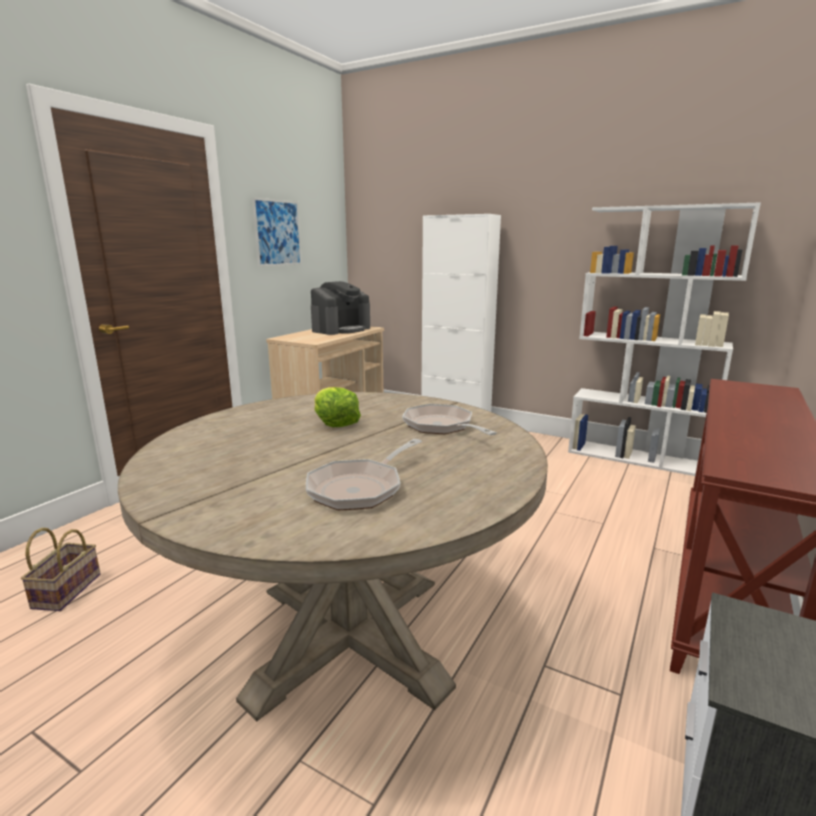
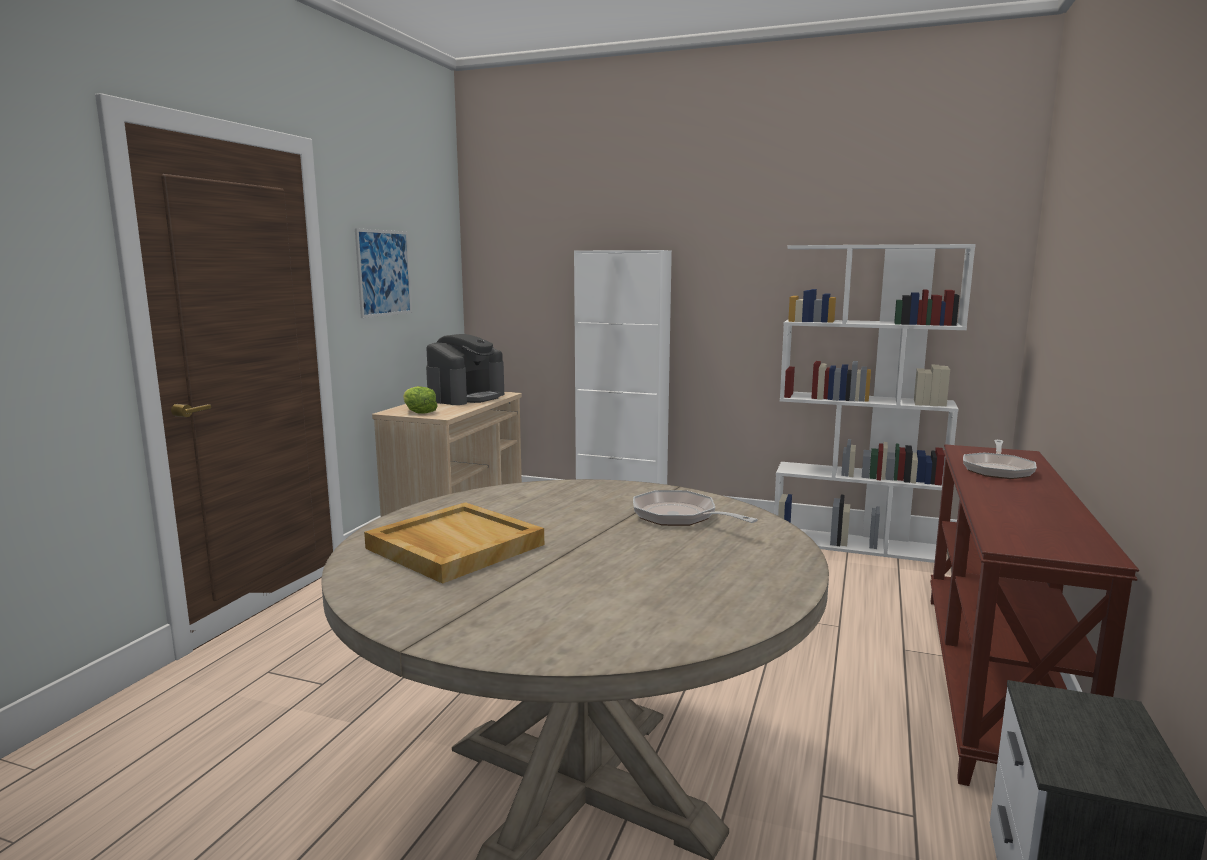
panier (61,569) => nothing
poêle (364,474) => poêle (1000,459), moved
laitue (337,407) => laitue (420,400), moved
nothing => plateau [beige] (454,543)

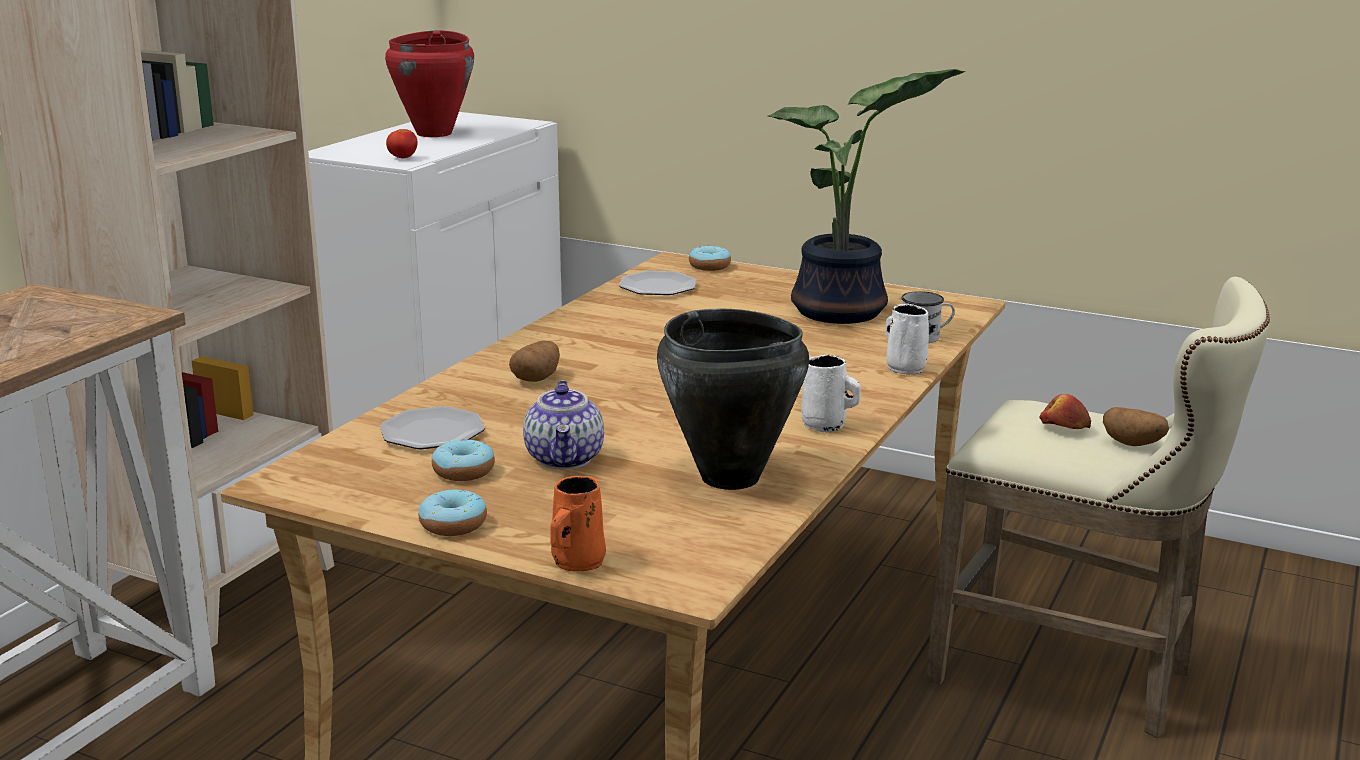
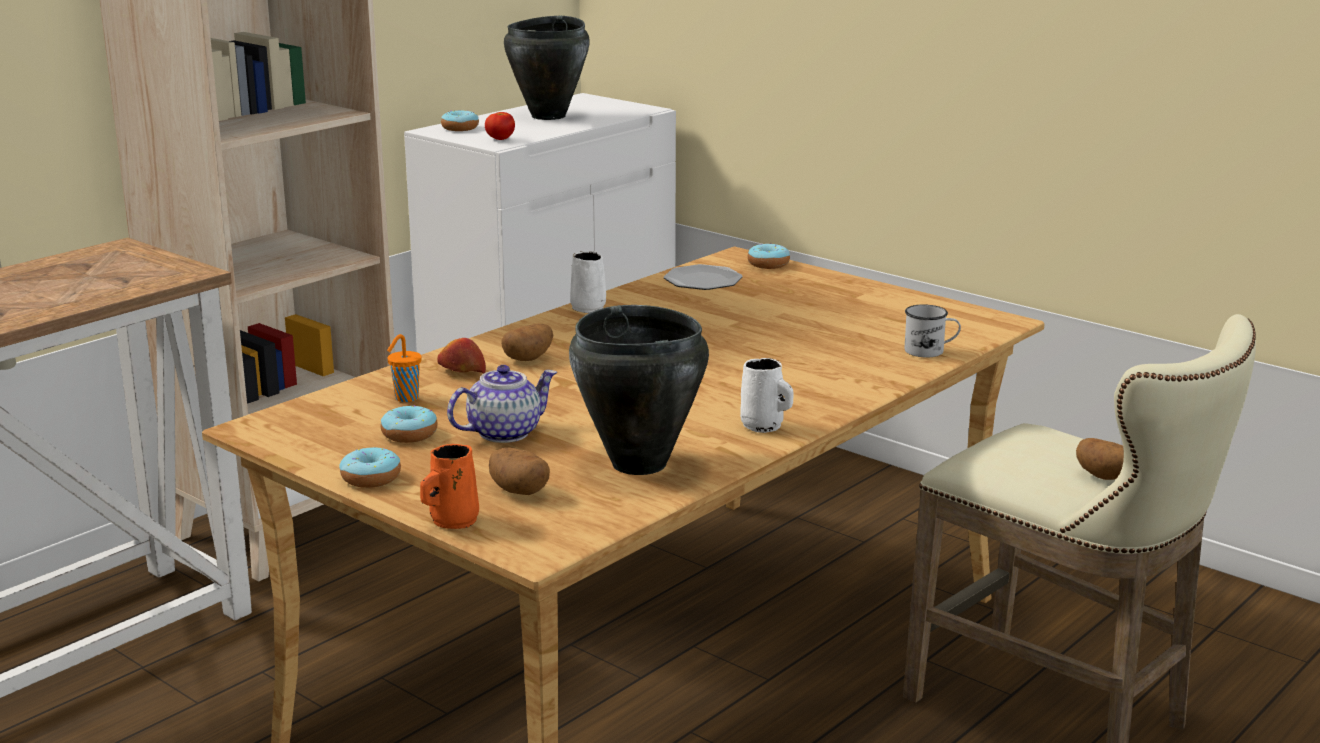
assiette (432,427) => tasse [orange] (404,368)
marmite [rouge] (429,83) => marmite [noir] (546,68)
théière (563,424) => théière (502,404), 135 degrees counterclockwise
plante en pot (866,196) => nothing
mug [blanc] (907,339) => mug [blanc] (588,282), moved
pomme (1065,411) => pomme (461,355), moved
nothing => beignet (460,120)
nothing => pomme de terre (519,471)

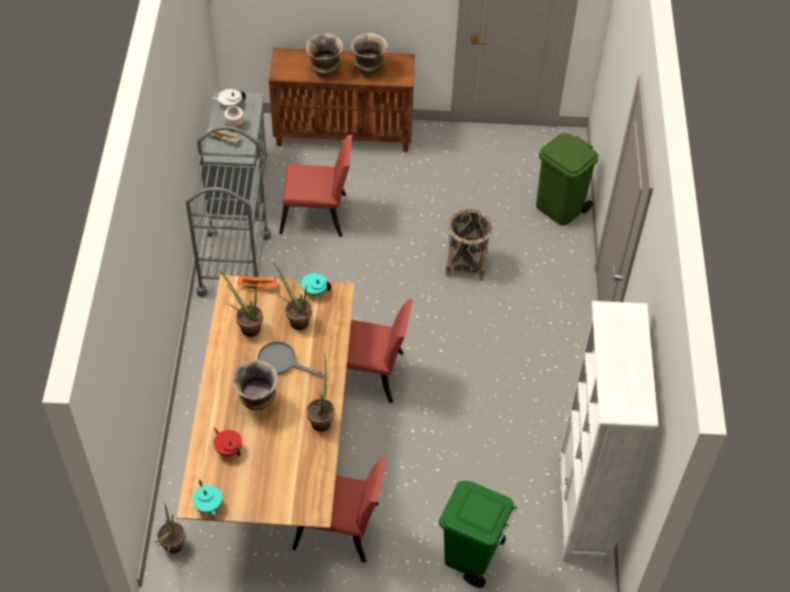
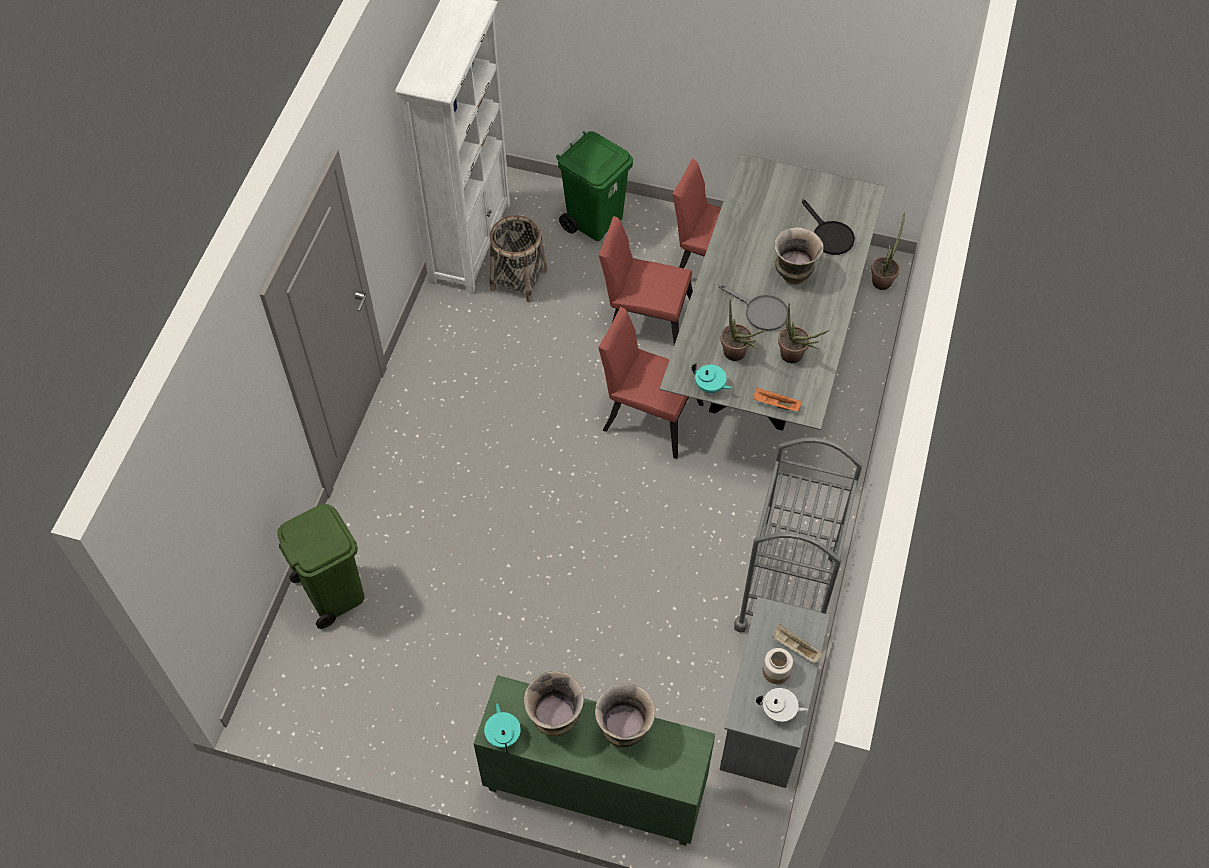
table à manger [marron] (266,401) => table à manger [gris] (773,292)
théière [turquoise] (207,498) => théière [turquoise] (502,728), moved
théière [rouge] (228,442) => poêle [noir] (828,227)
meuble de rangement [marron] (342,100) => meuble de rangement [vert] (594,760)
chaise [rouge] (315,186) => chaise [rouge] (646,280), moved
plante en pot (320,392) => nothing
panier (468,245) => panier (518,259), moved

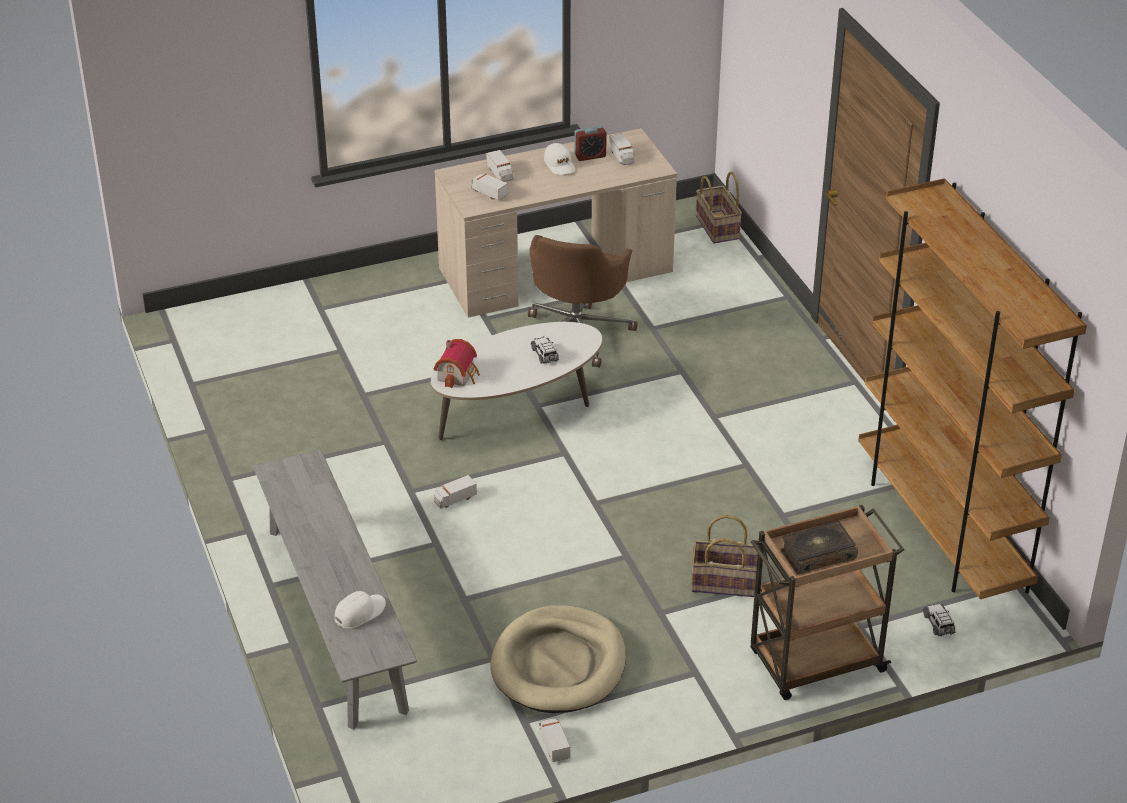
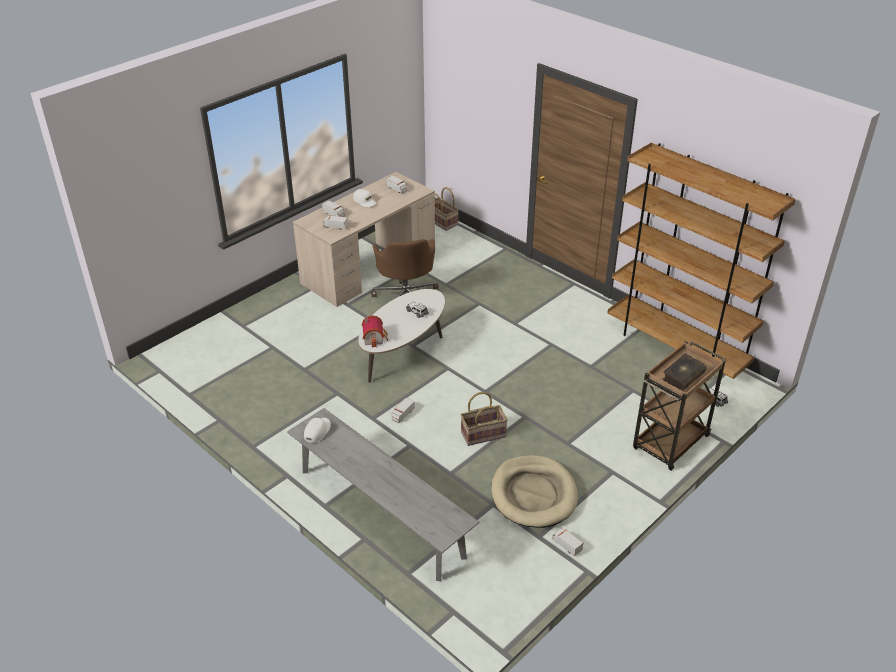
casquette [blanc] (360,609) => casquette [blanc] (317,430), moved
réveil (590,143) => nothing
panier (724,556) => panier (484,419), moved

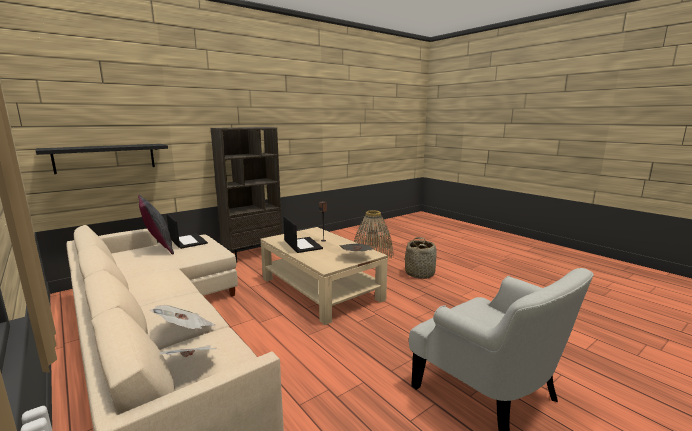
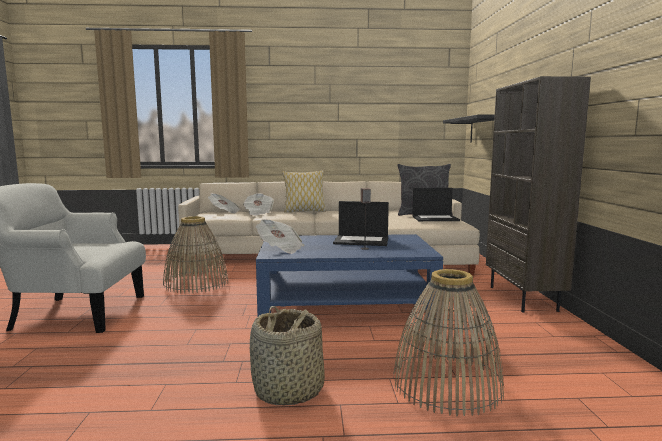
table basse [beige] (324,276) => table basse [bleu] (349,277)
nothing => panier (195,255)
nothing => coussin (304,191)

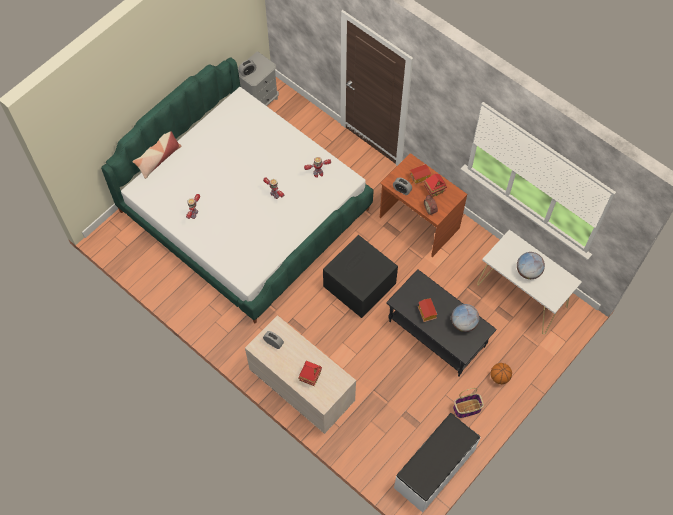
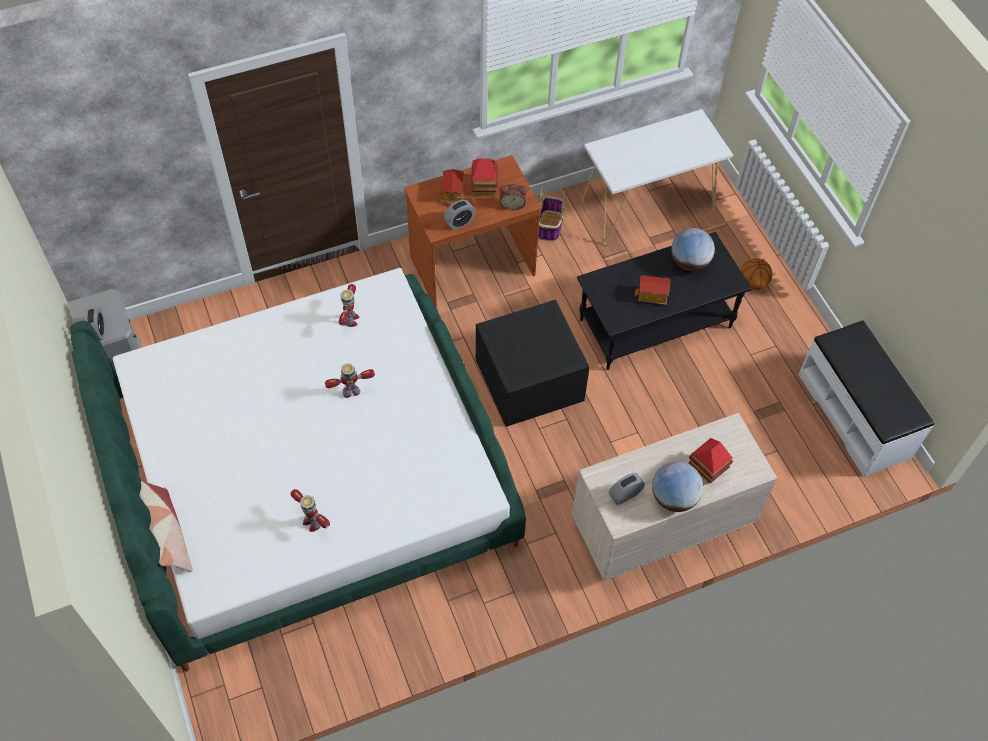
panier (468,403) => panier (552,213), moved
globe (531,265) => globe (677,486), moved

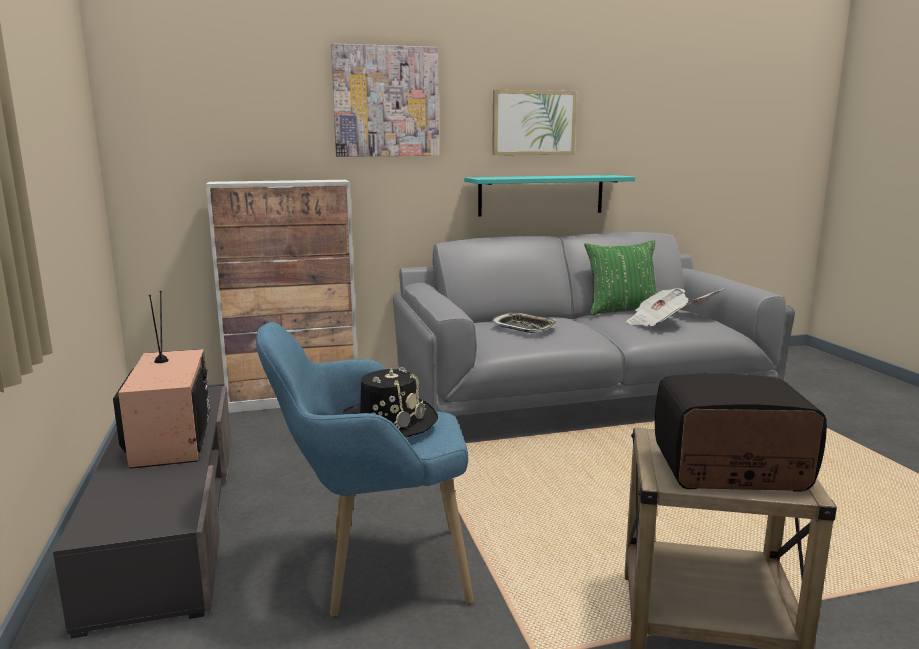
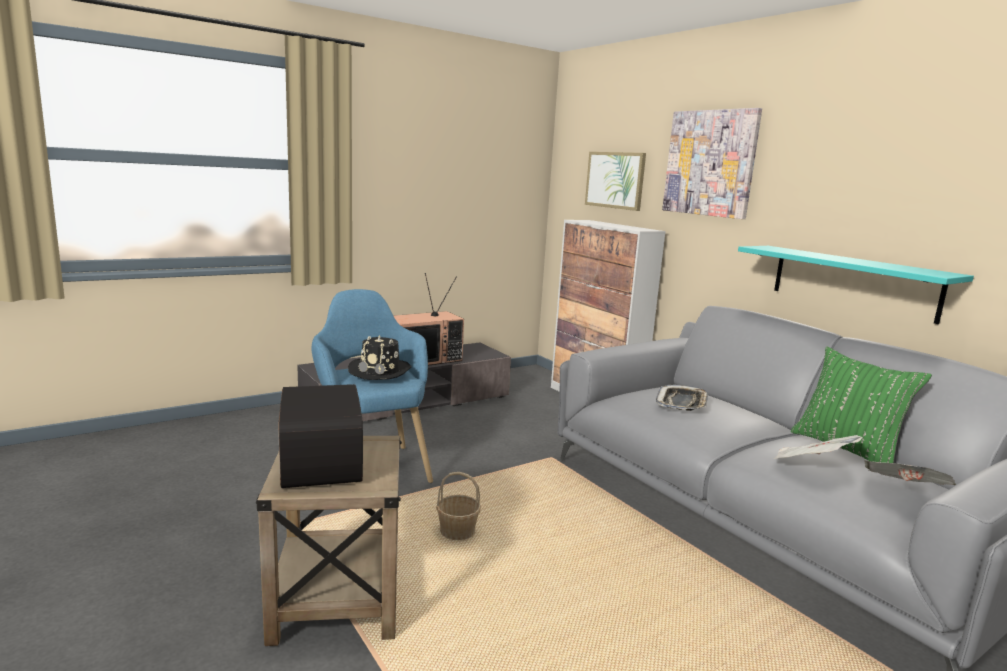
tableau (534,122) => tableau (615,181), moved
nothing => panier (458,506)

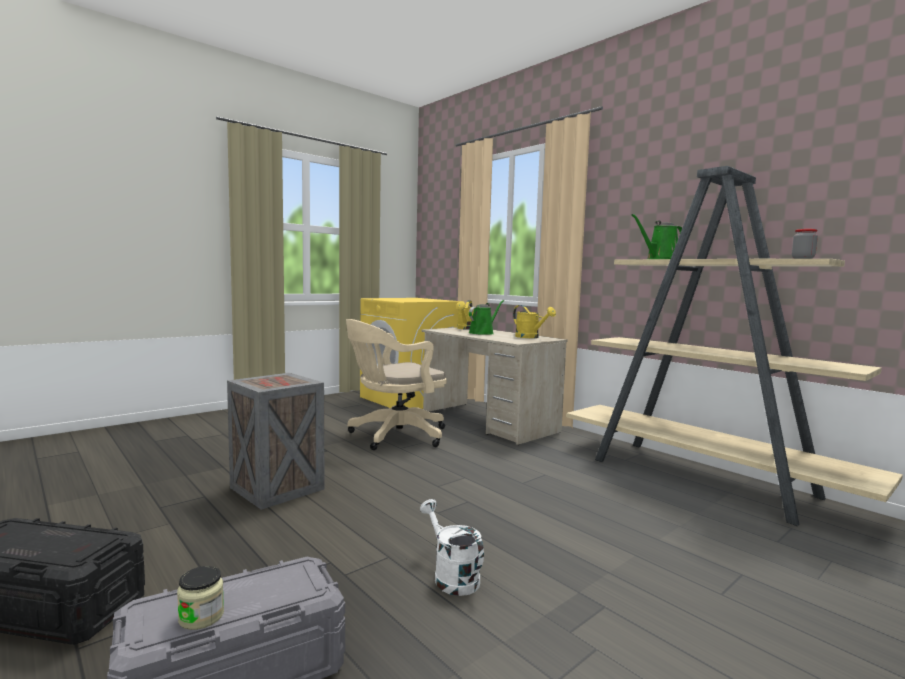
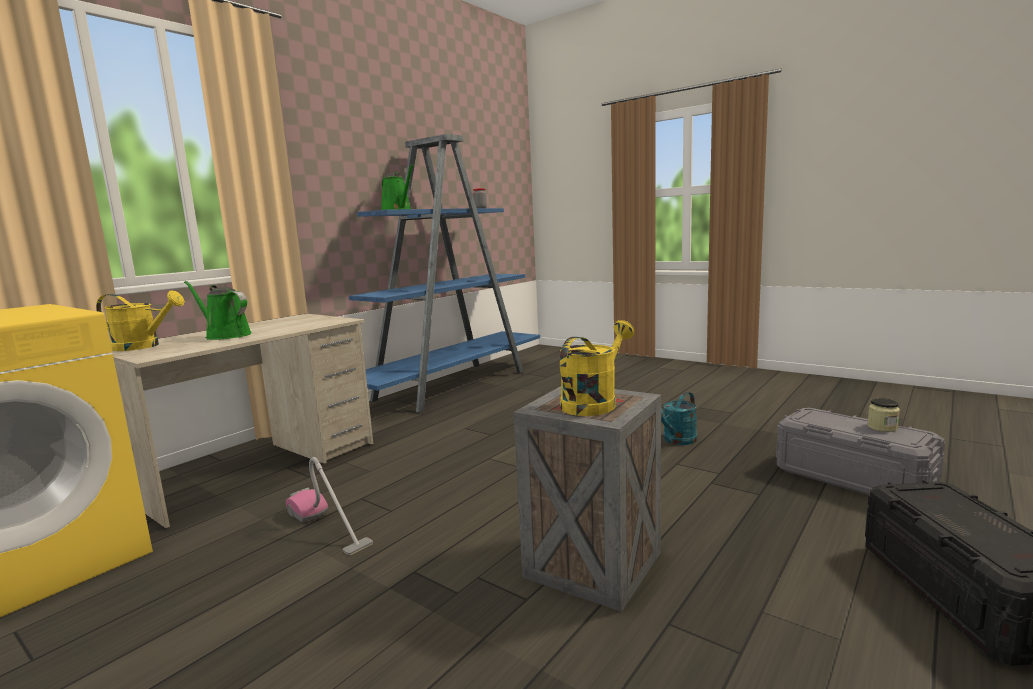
chaise de bureau [beige] (396,384) => aspirateur (329,506)
arrosoir [blanc] (452,547) => arrosoir [turquoise] (679,418)
arrosoir [jaune] (534,321) => arrosoir [jaune] (597,368), moved
bibliothèque [beige] (734,346) => bibliothèque [bleu] (444,273)

